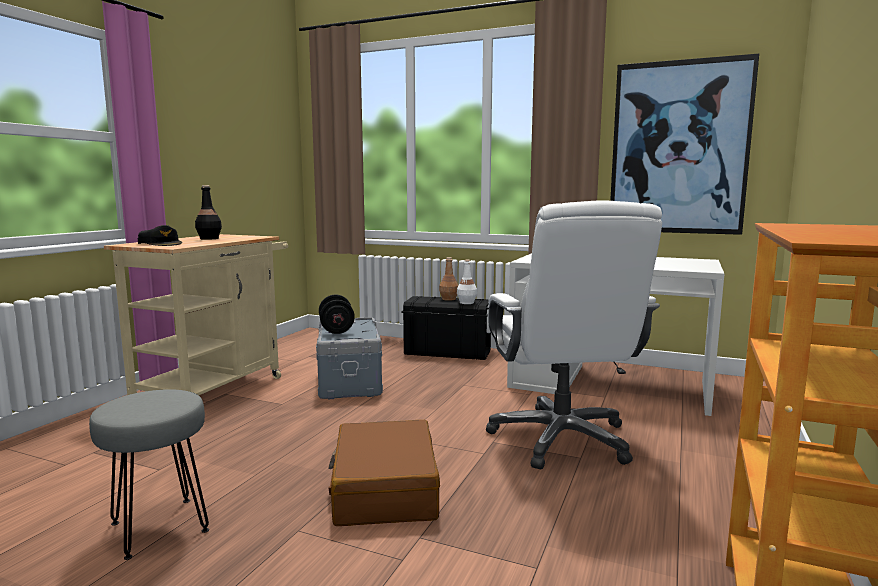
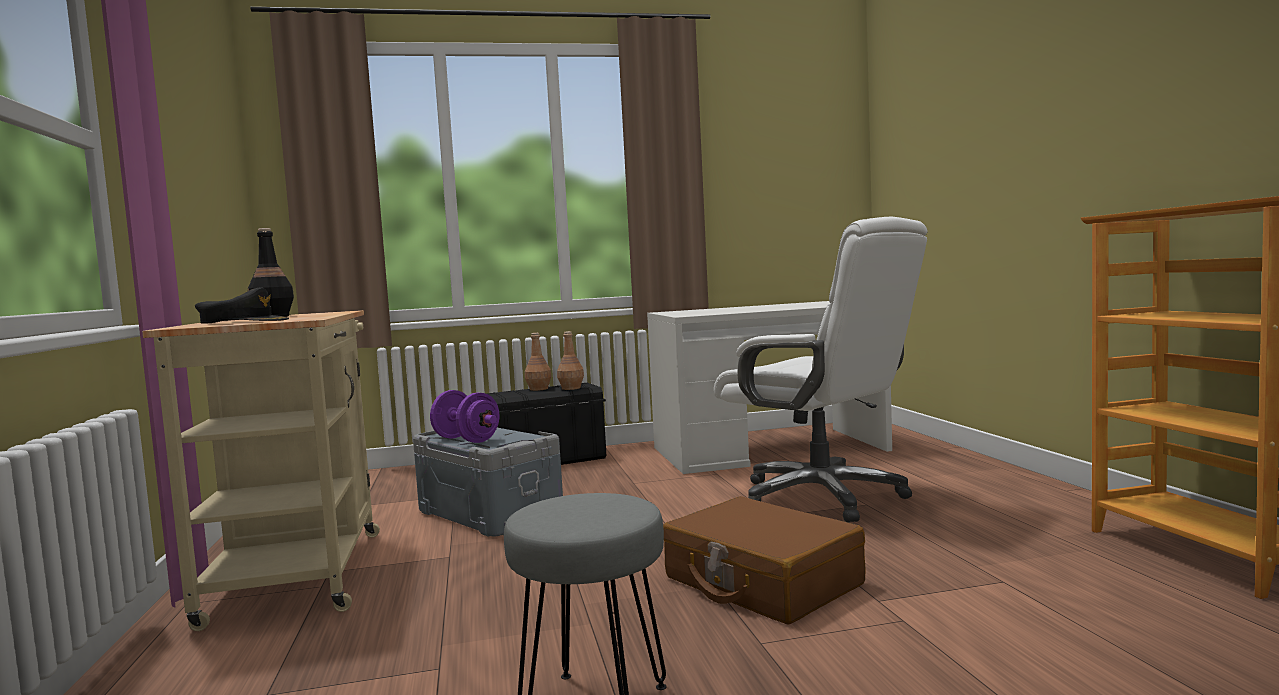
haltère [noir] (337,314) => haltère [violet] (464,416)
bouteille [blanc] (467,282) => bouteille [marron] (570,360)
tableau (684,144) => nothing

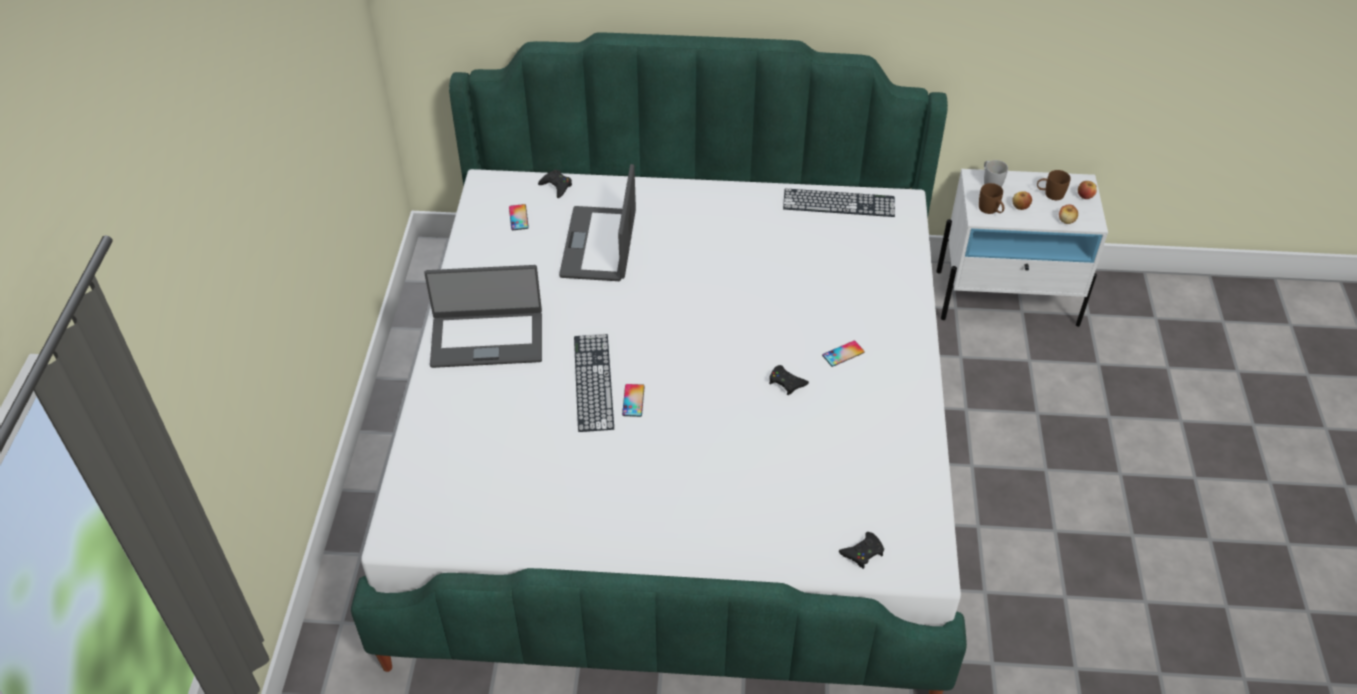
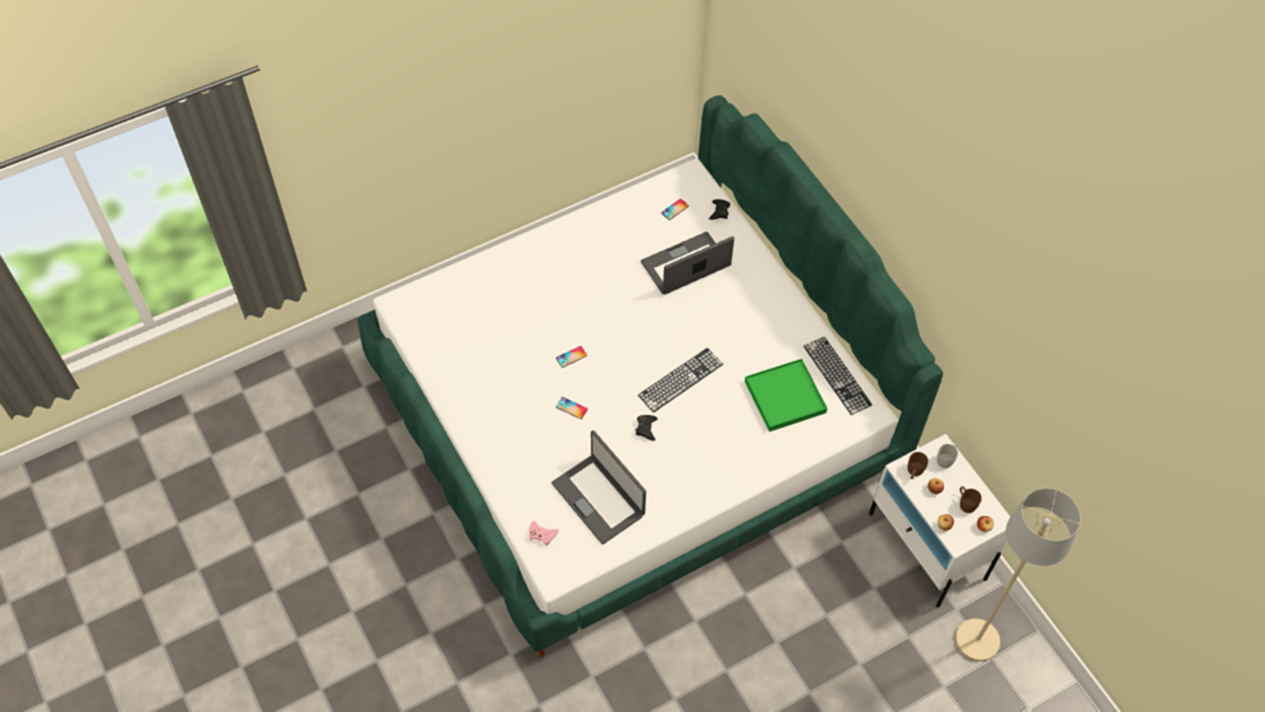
ordinateur portable (483,316) => ordinateur portable (598,487), moved
clavier (594,383) => clavier (680,380), moved
téléphone (843,354) => téléphone (572,408), moved
manette [noir] (861,550) => manette [rose] (544,533)
nothing => plateau [vert] (786,395)
nothing => lampadaire [beige] (1018,575)

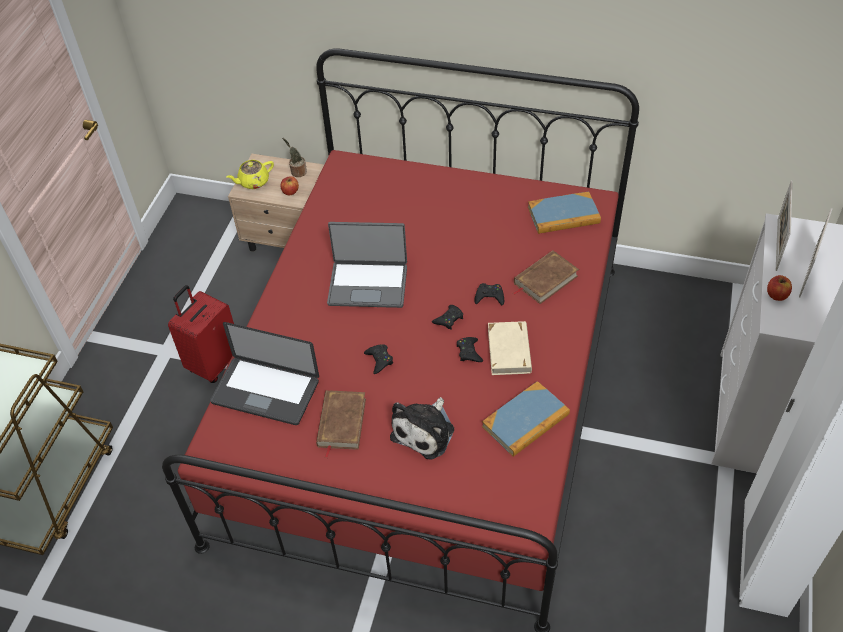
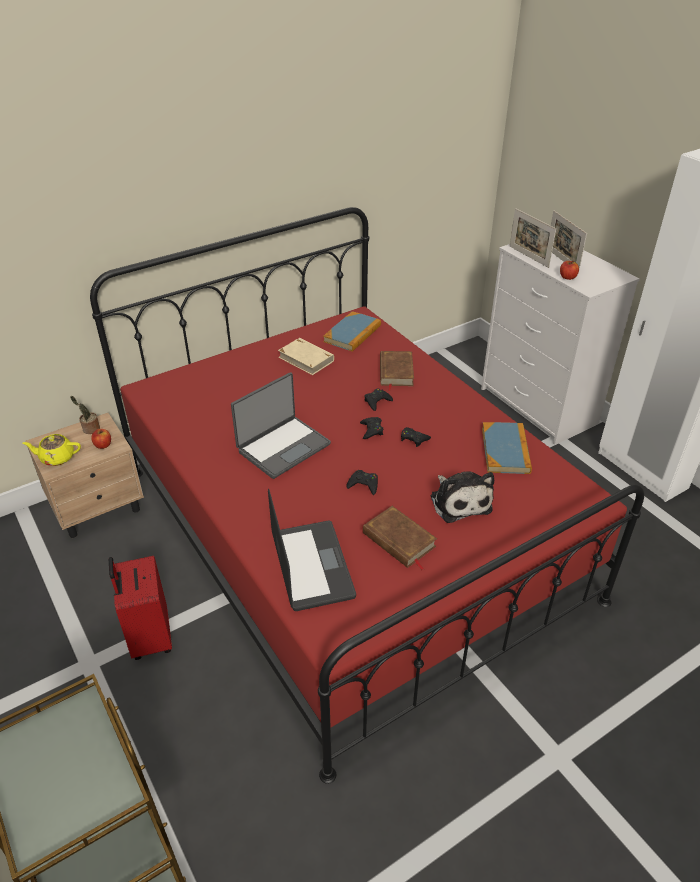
ordinateur portable (264,373) => ordinateur portable (312,550), 75 degrees counterclockwise
théière [jaune] (250,174) => théière [jaune] (52,450), 75 degrees clockwise
livre [beige] (510,347) => livre [beige] (306,356), moved

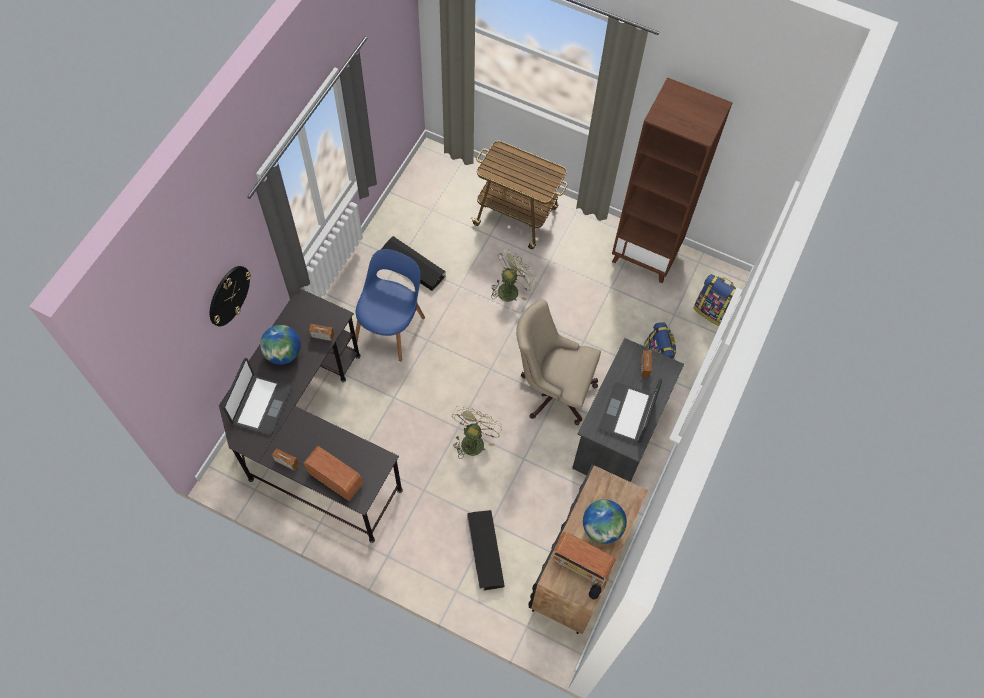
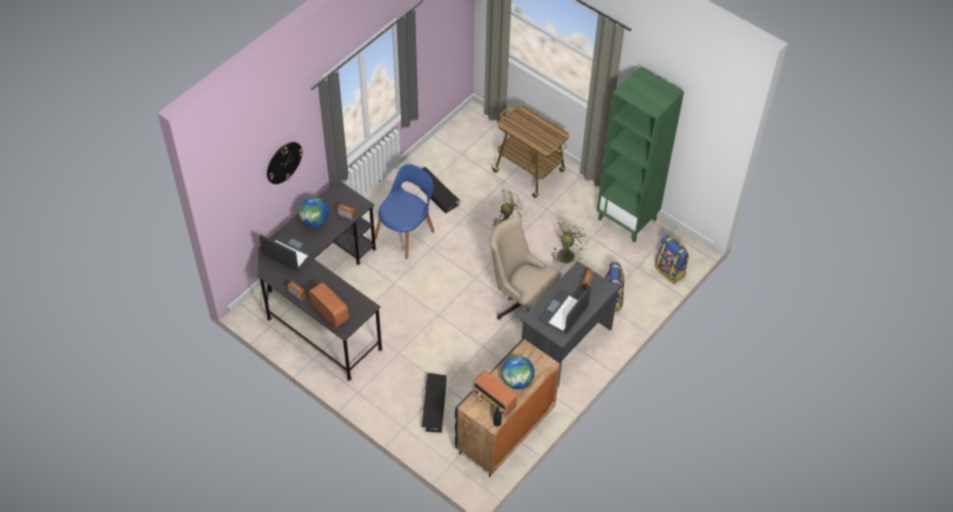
ordinateur portable (257,396) => ordinateur portable (287,251), 90 degrees counterclockwise
ventilateur [vert] (477,432) => ventilateur [vert] (571,241), moved
bibliothèque [marron] (672,180) => bibliothèque [vert] (640,154)

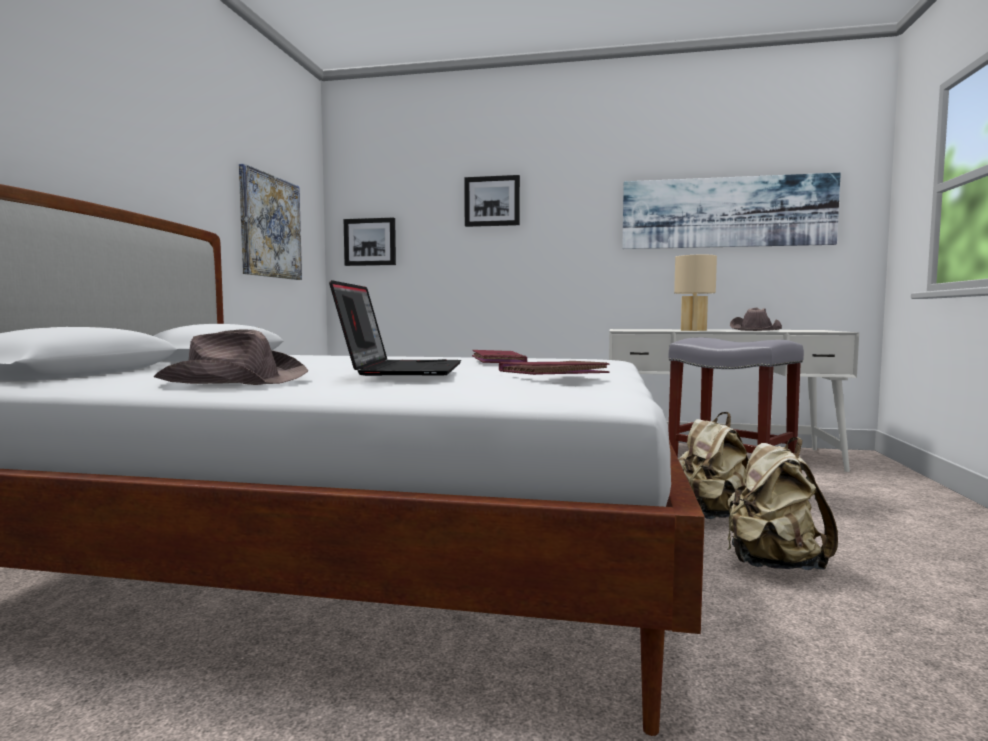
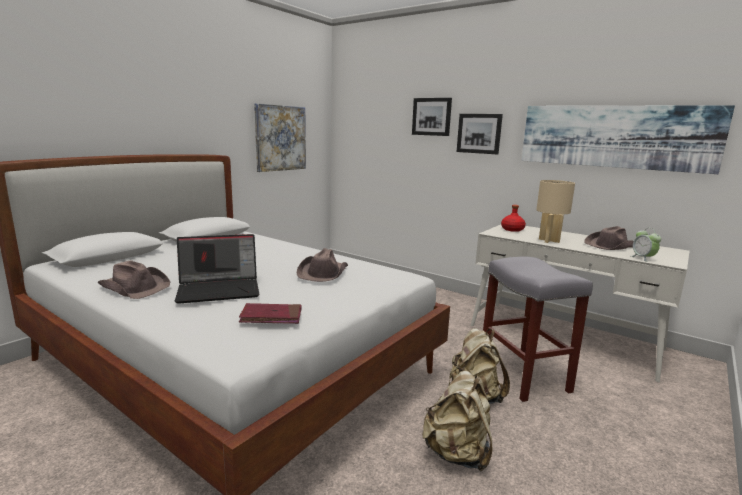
ordinateur portable (395,328) => ordinateur portable (217,269), 45 degrees clockwise
tableau (370,241) => tableau (480,134), moved
livre [rouge] (499,356) => chapeau [marron] (322,265)
nothing => bouteille [rouge] (513,218)
nothing => réveil (646,245)

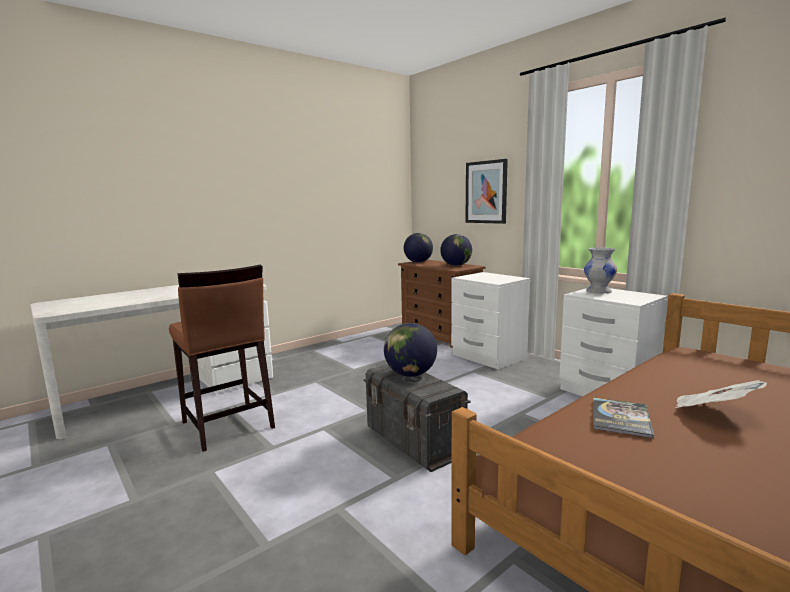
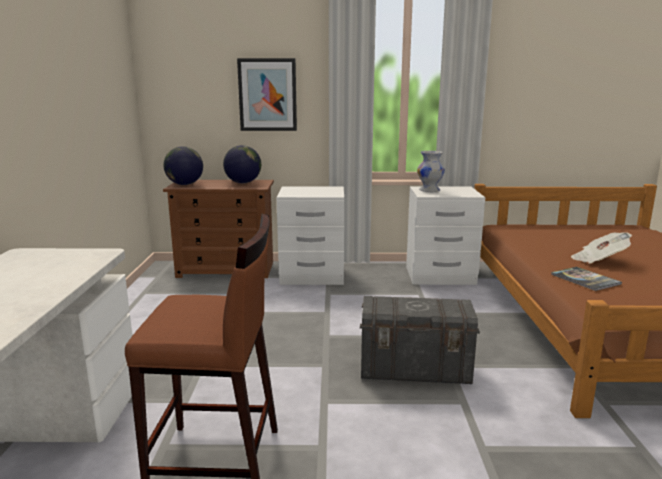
globe (410,350) => nothing

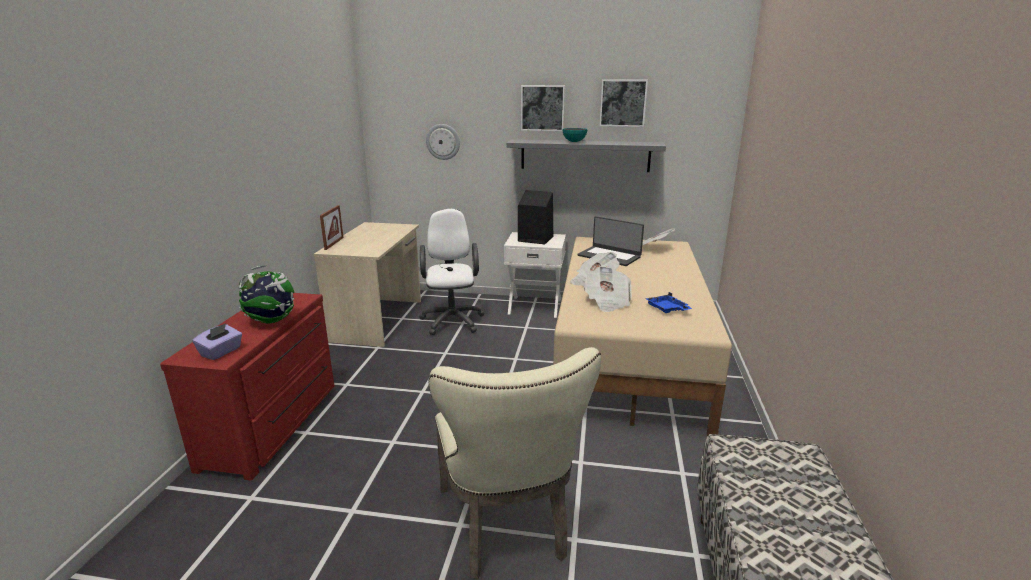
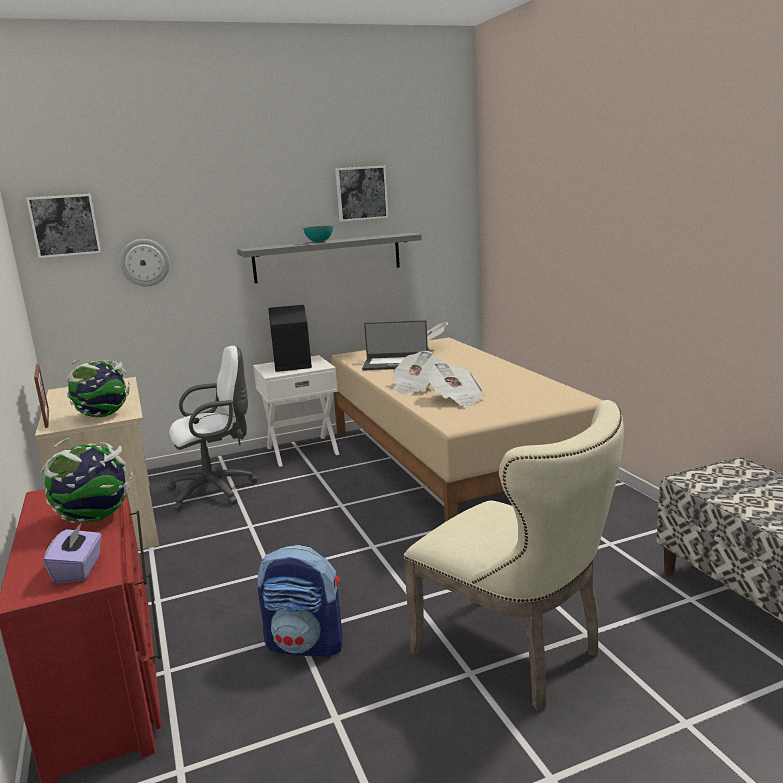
chaise de bureau [blanc] (451,272) => chaise de bureau [blanc] (212,428), 105 degrees clockwise
tableau (543,108) => tableau (63,226), moved
plateau [bleu] (669,302) => nothing
nothing => globe (98,388)
nothing => sac à dos (300,601)

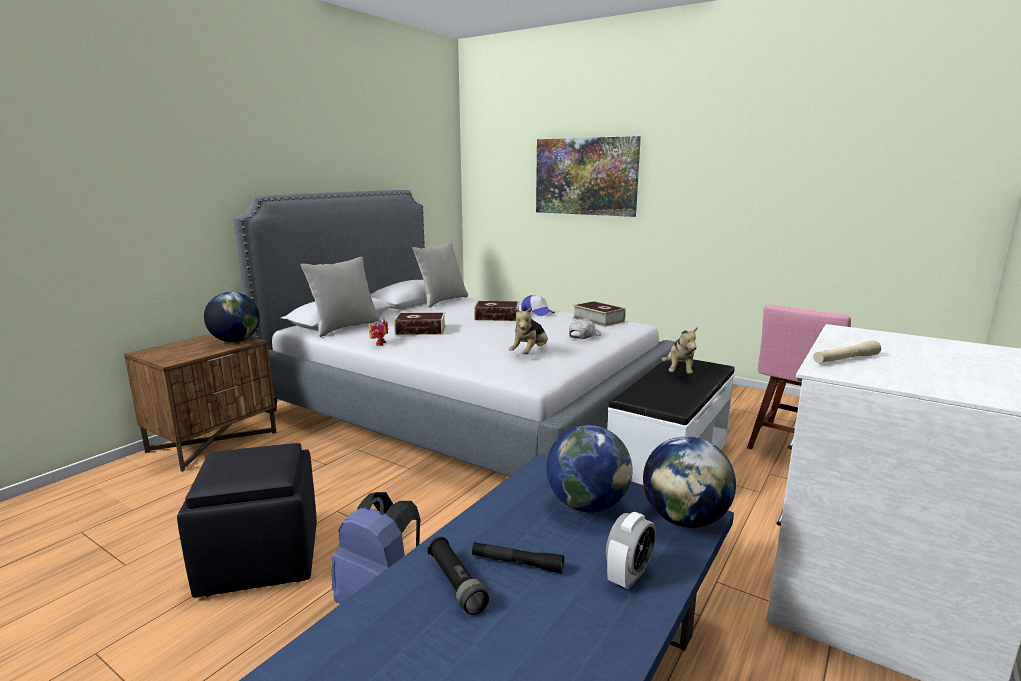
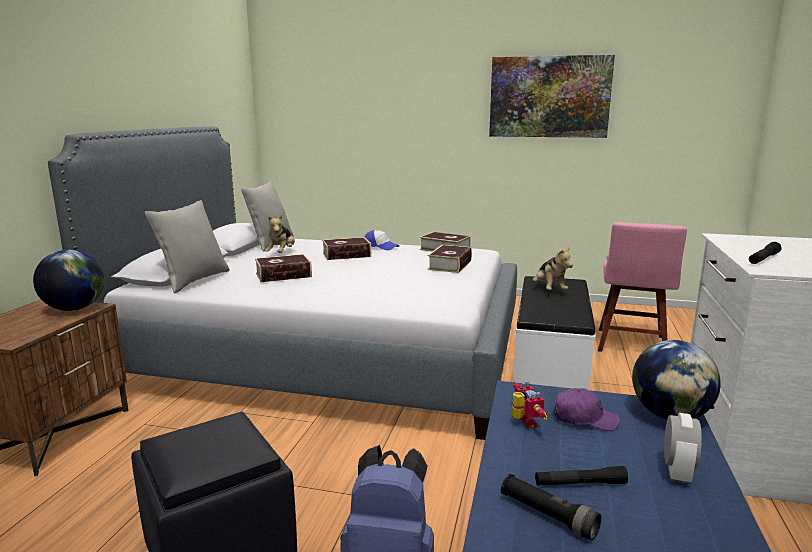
robot jouet (378,331) => robot jouet (529,404), moved
peluche (528,330) => peluche (280,233), moved
tableau (588,176) => tableau (552,96), moved
globe (589,468) => casquette [violet] (587,409)
casquette [blanc] (585,328) => livre (449,259)
lampe de poche [beige] (847,351) => lampe de poche [noir] (765,253)

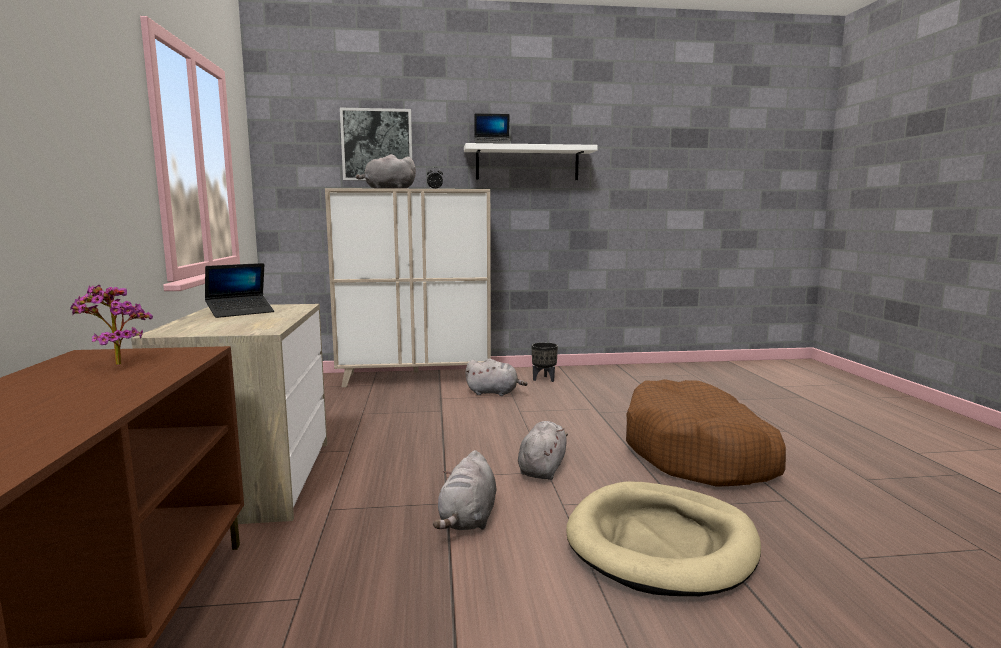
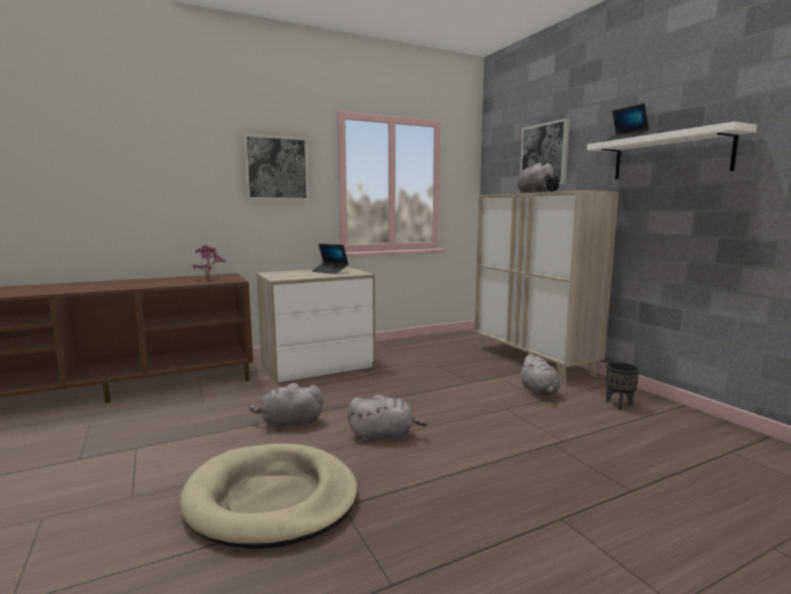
panier pour chien [marron] (706,433) => nothing
nothing => tableau (276,167)

